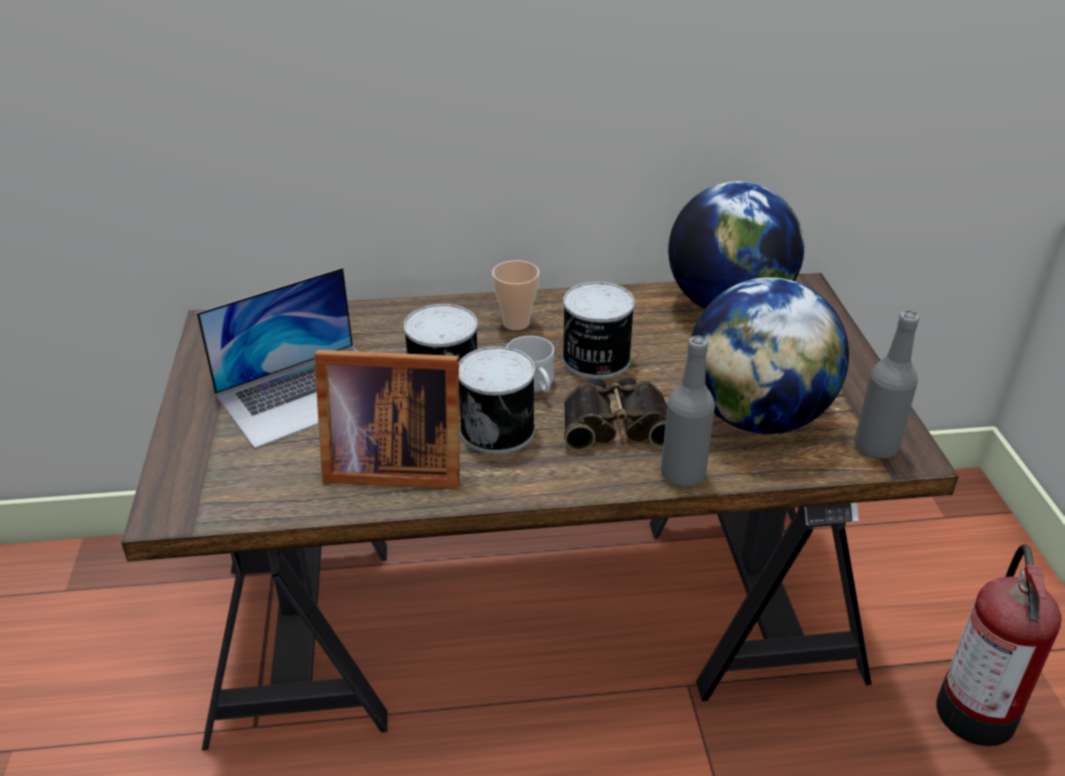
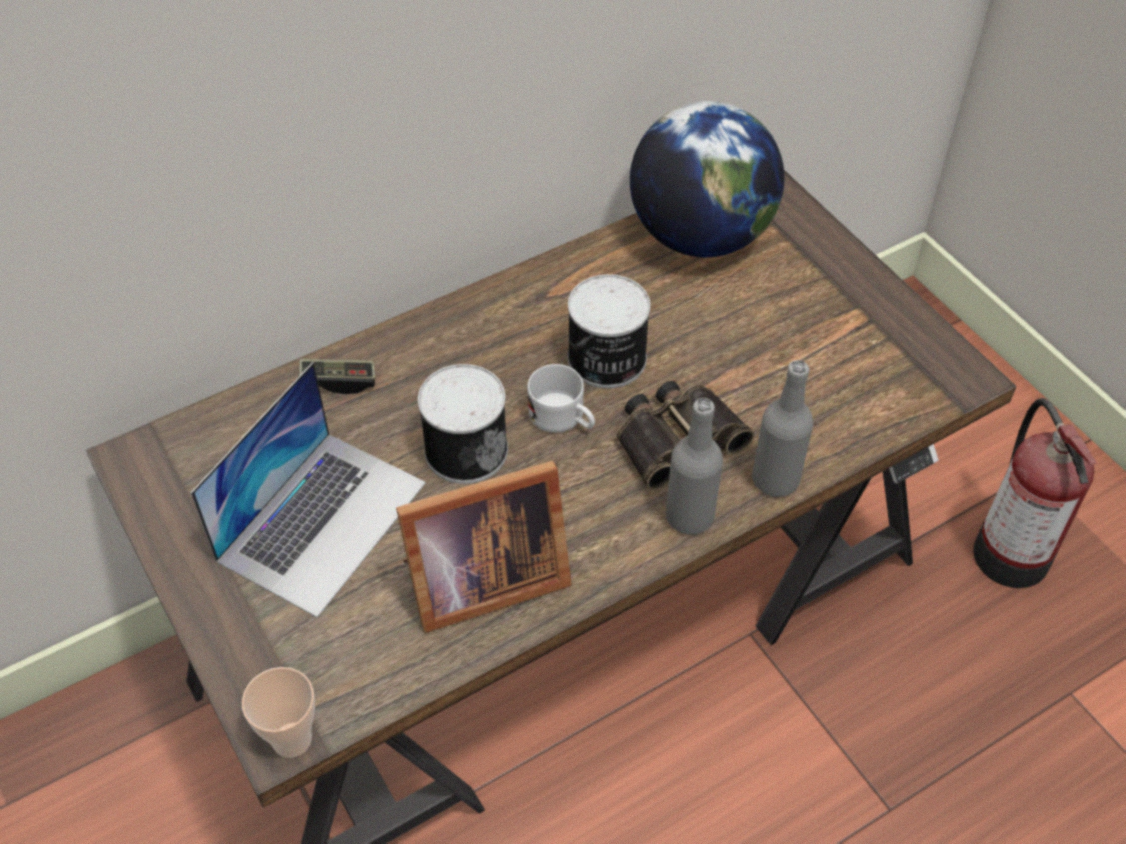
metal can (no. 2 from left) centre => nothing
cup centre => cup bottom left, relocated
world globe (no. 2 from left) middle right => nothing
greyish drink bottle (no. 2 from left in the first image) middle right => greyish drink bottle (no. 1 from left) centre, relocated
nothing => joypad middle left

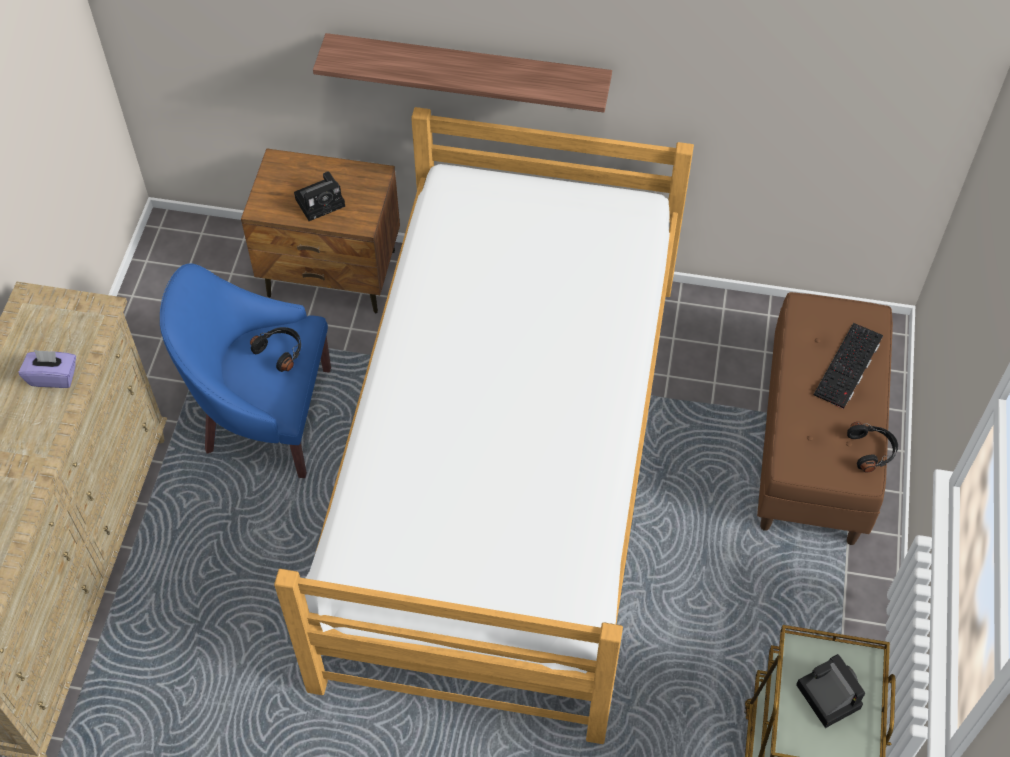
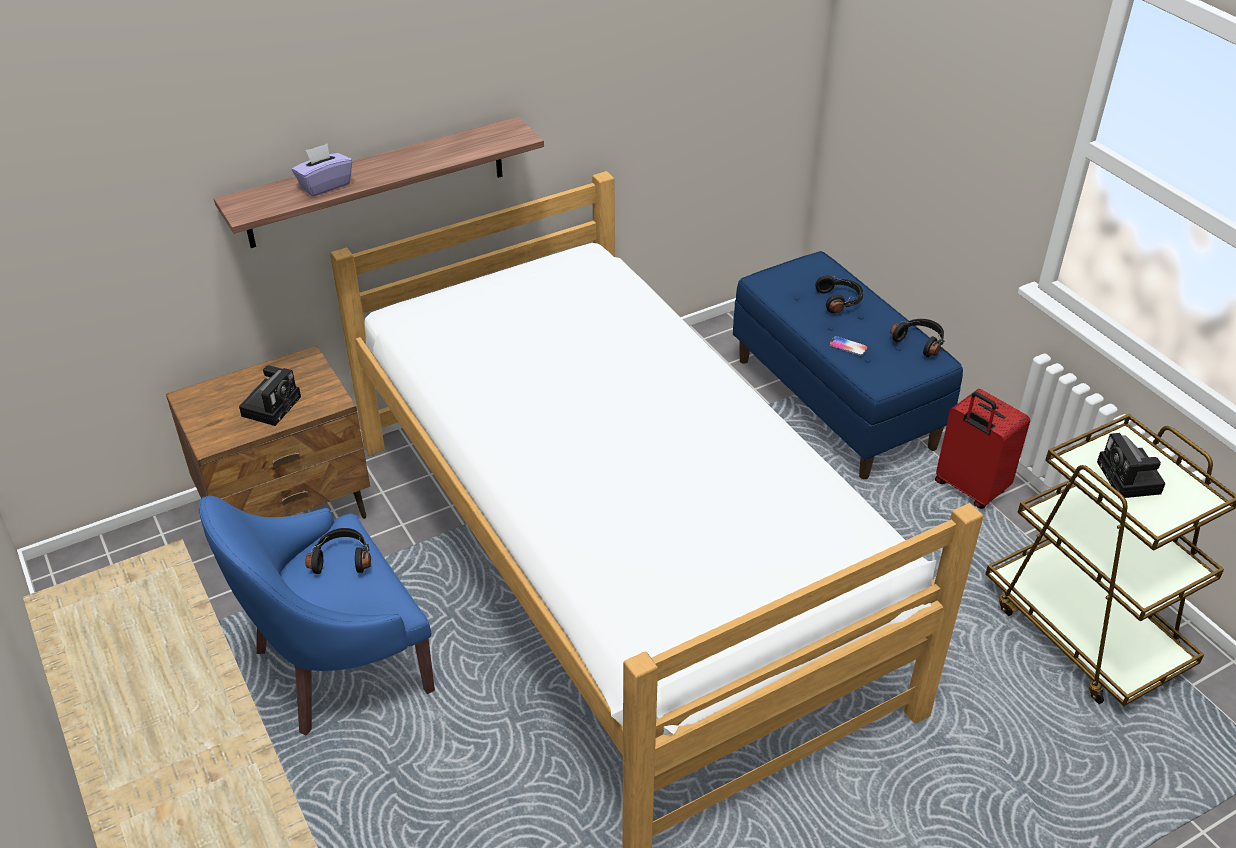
purplish tissue box middle left => purplish tissue box top left, relocated
brown-coloured bench middle right => bluish bench middle right
photo camera (no. 2 from left) bottom right => photo camera (no. 2 from left) middle right, 120 degrees counterclockwise
keyboard middle right => blackish pair of headphones (no. 2 from left) middle right
nothing => handset middle right
nothing => reddish suitcase middle right

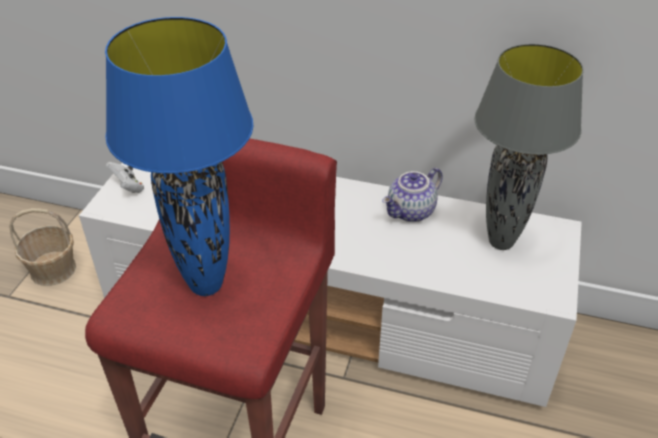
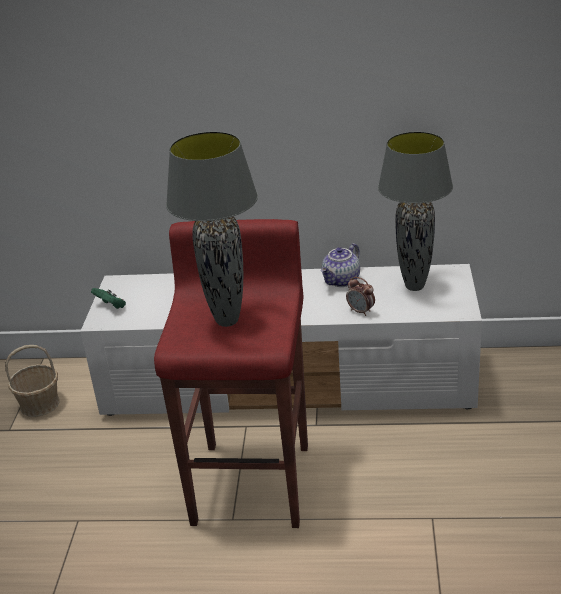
bluish table lamp middle left => greyish table lamp (no. 1 from left) centre
whitish joypad middle left => greenish joypad middle left
nothing => alarm clock centre

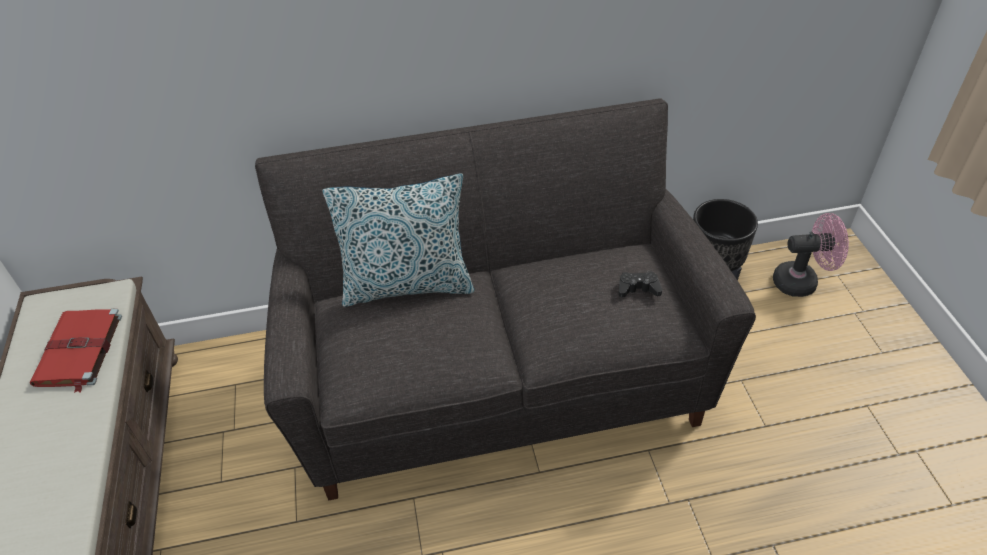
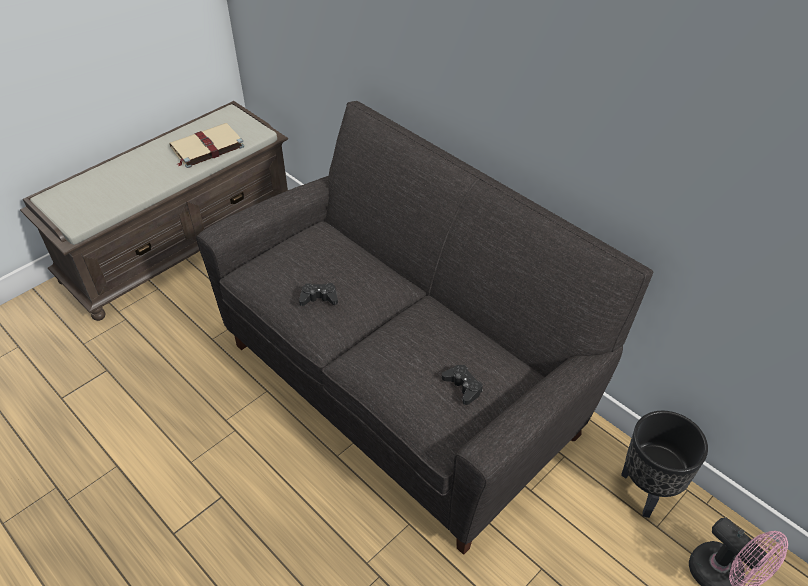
reddish bound book middle left => beige-coloured bound book top left
throw pillow centre => nothing
nothing => blackish joypad (no. 1 from left) centre

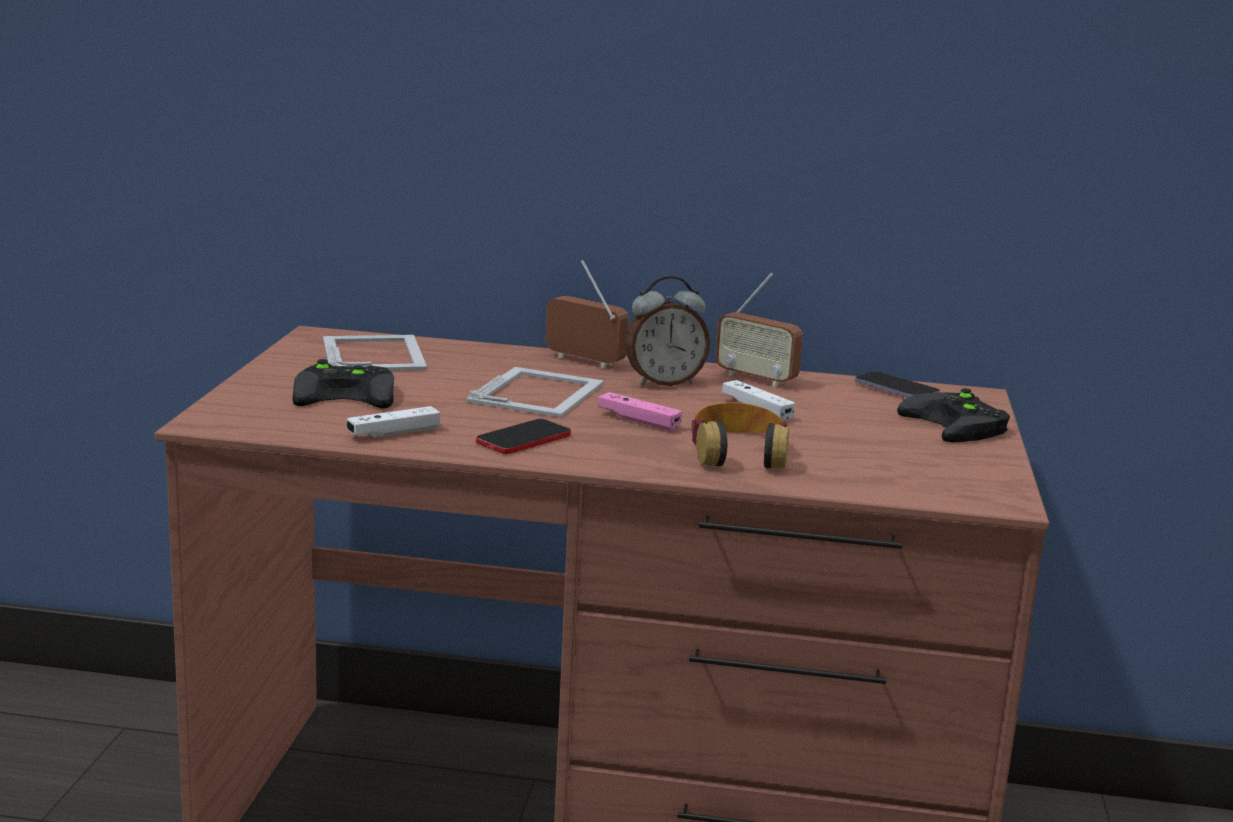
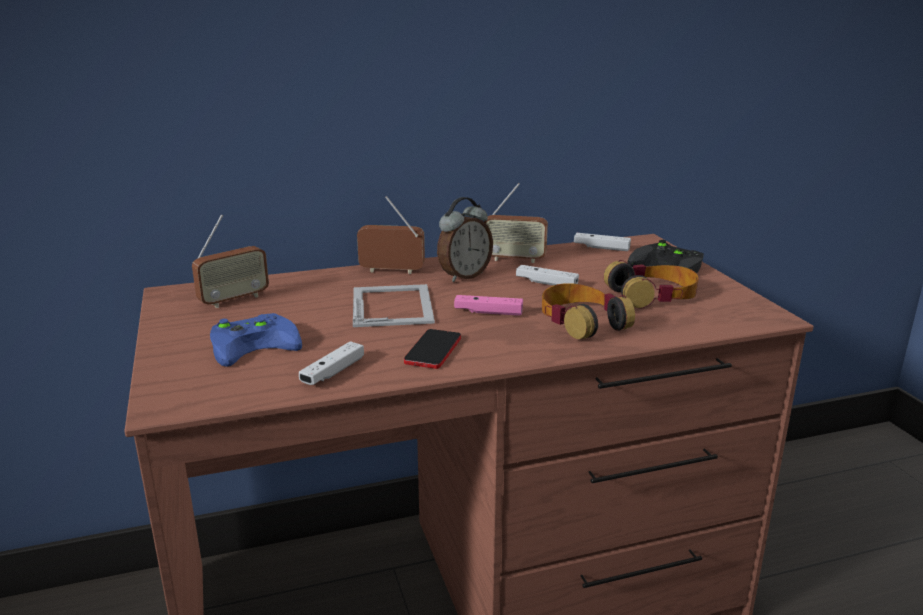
blackish joypad (no. 1 from left) middle left => bluish joypad middle left
standing frame (no. 1 from left) middle left => radio receiver (no. 1 from left) middle left
handset (no. 2 from left) middle right => whitish joypad (no. 3 from left) centre
nothing => pair of headphones (no. 2 from left) middle right

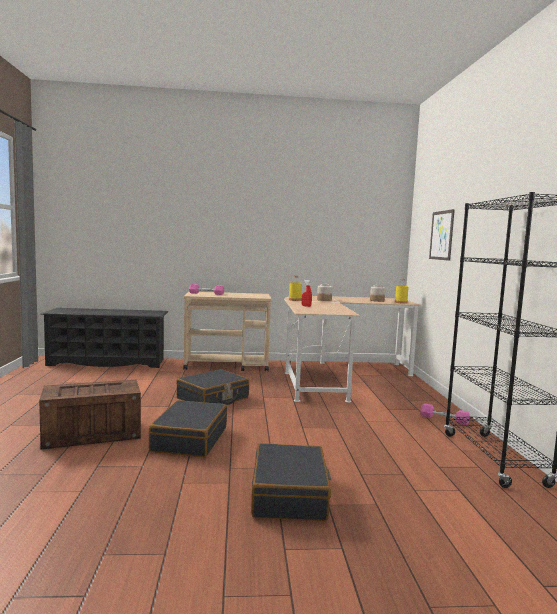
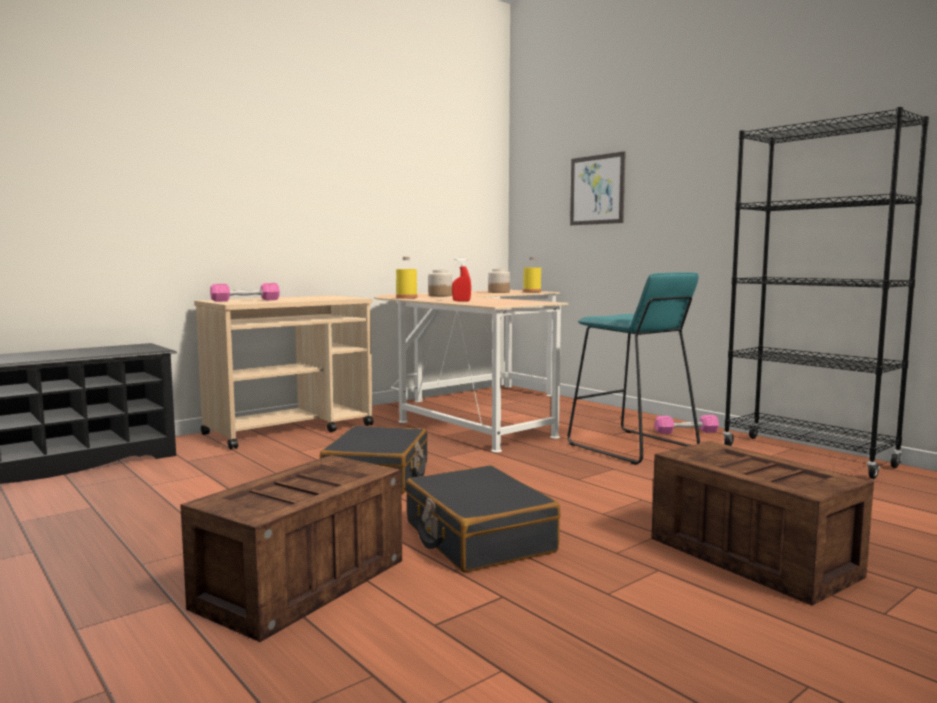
blackish suitcase (no. 3 from left) bottom centre => crate (no. 2 from left) bottom right
nothing => blue-green stool middle right

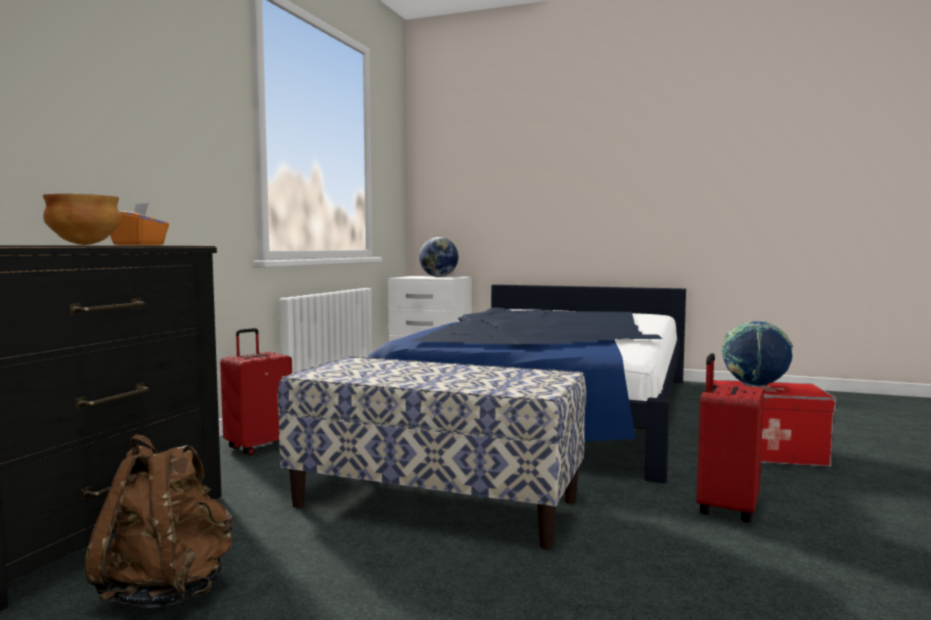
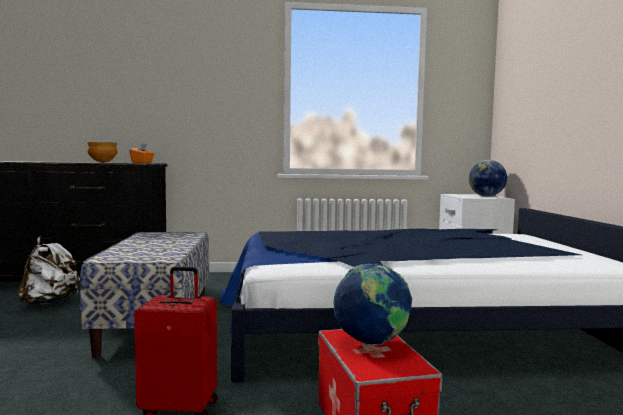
brown-coloured rucksack bottom left => whitish rucksack middle left
reddish suitcase (no. 1 from left) middle left => nothing

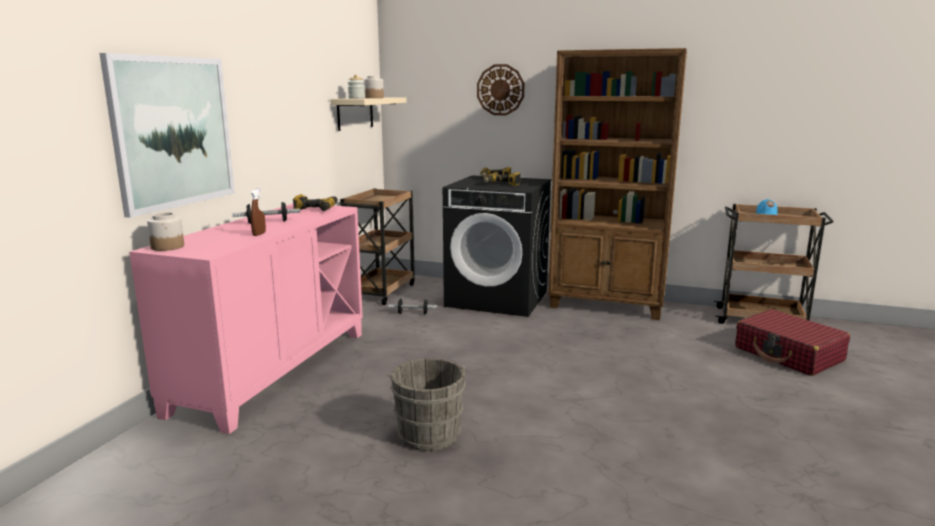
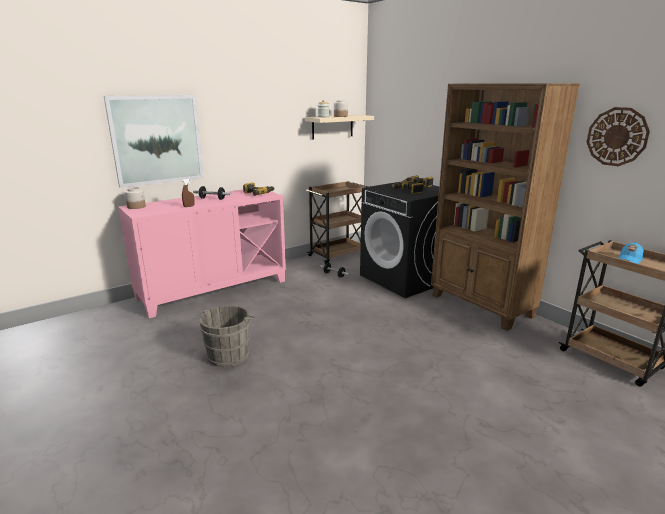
clock on the wall top centre => clock on the wall top right, relocated
reddish suitcase middle right => nothing

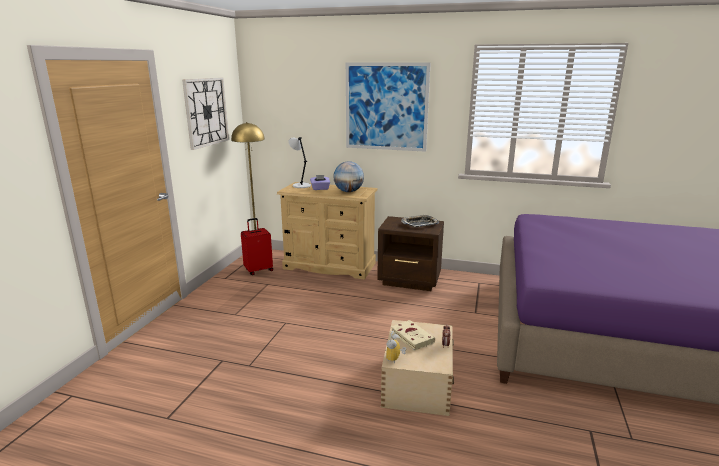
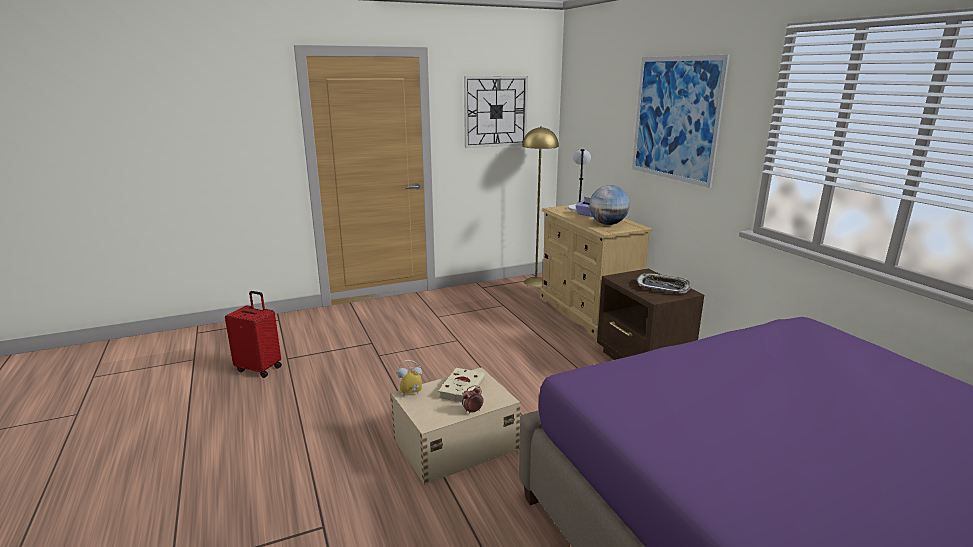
reddish suitcase centre => reddish suitcase middle left, relocated

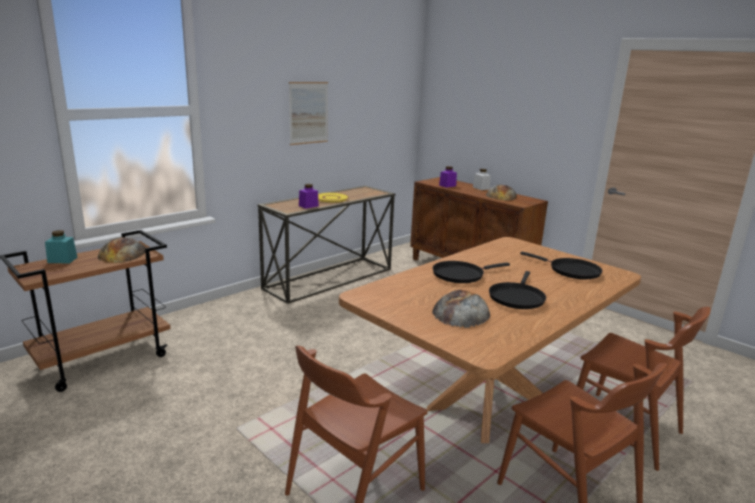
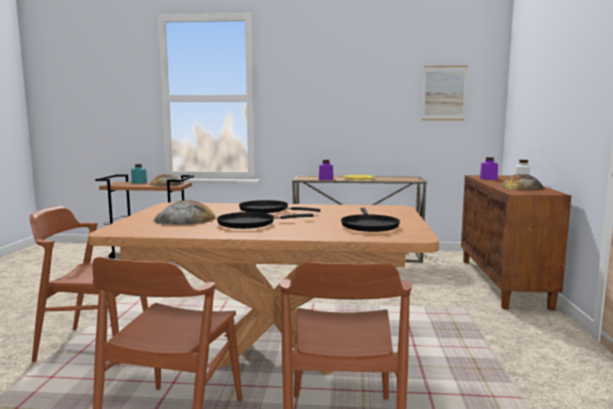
wall picture top centre => wall picture top right, relocated

